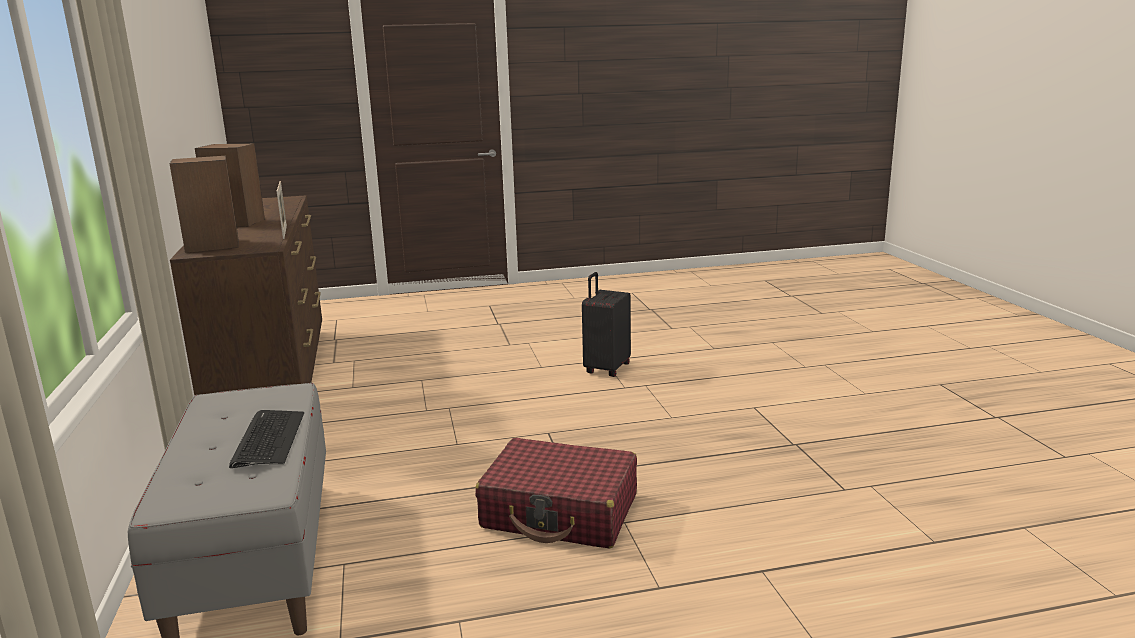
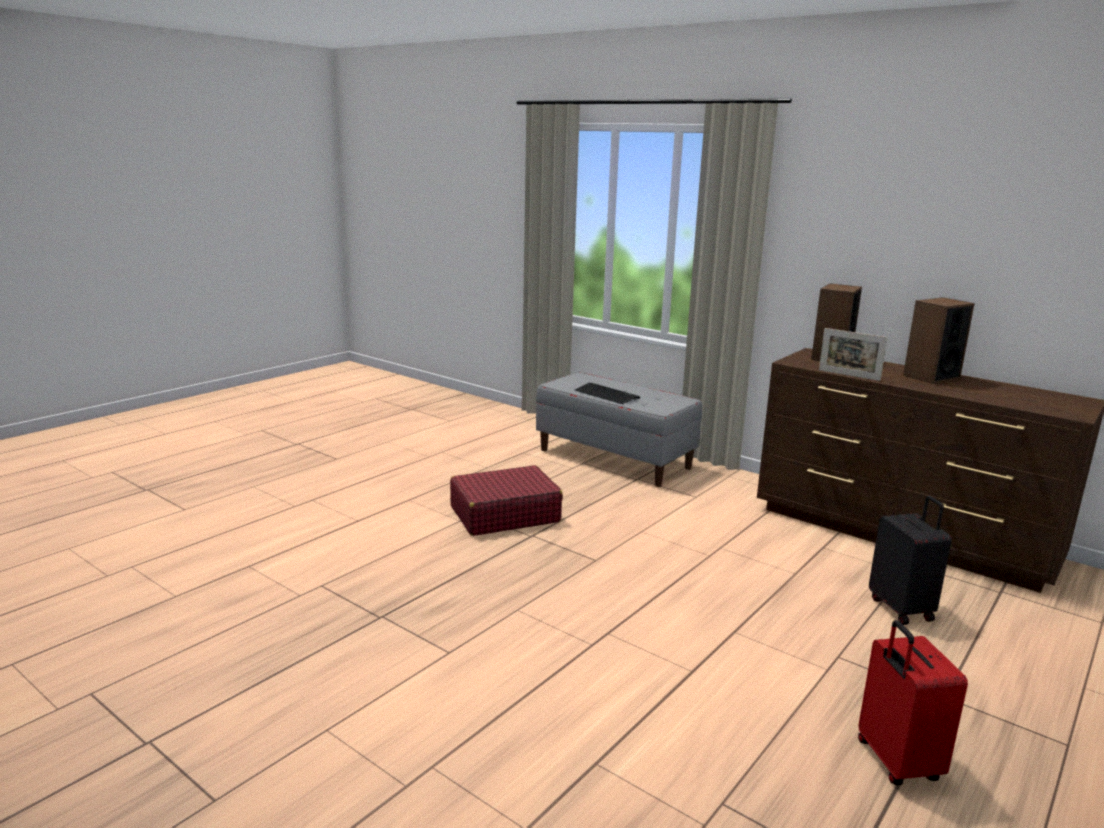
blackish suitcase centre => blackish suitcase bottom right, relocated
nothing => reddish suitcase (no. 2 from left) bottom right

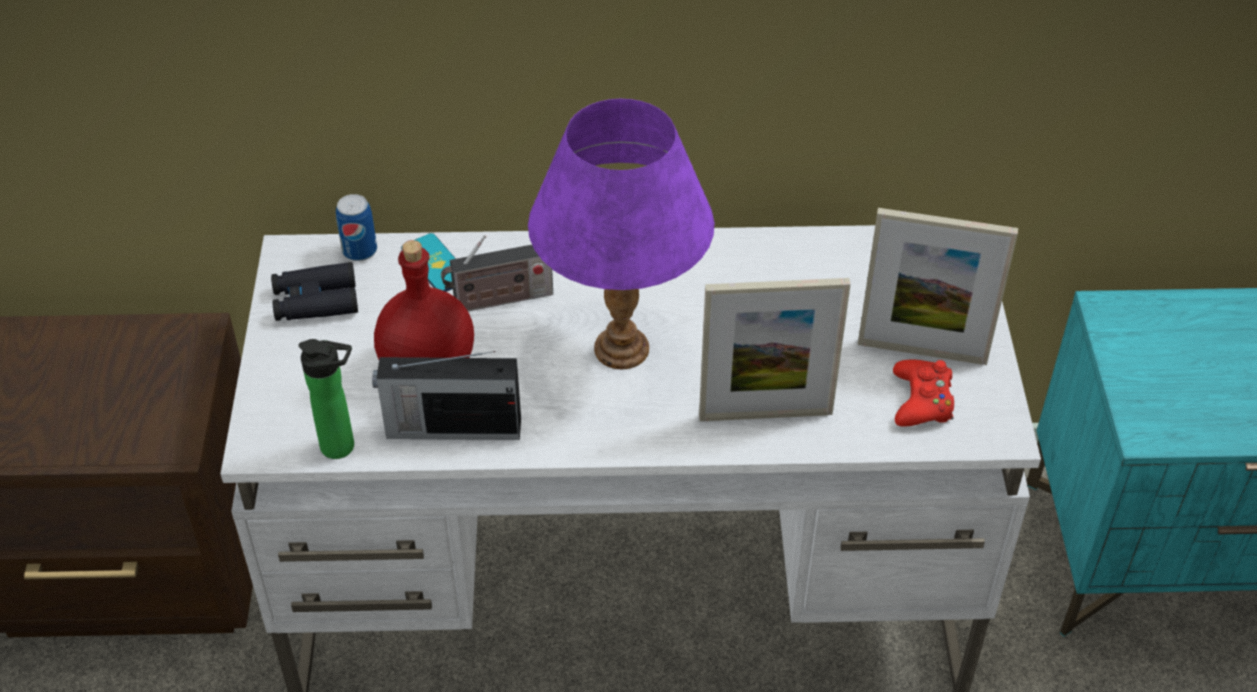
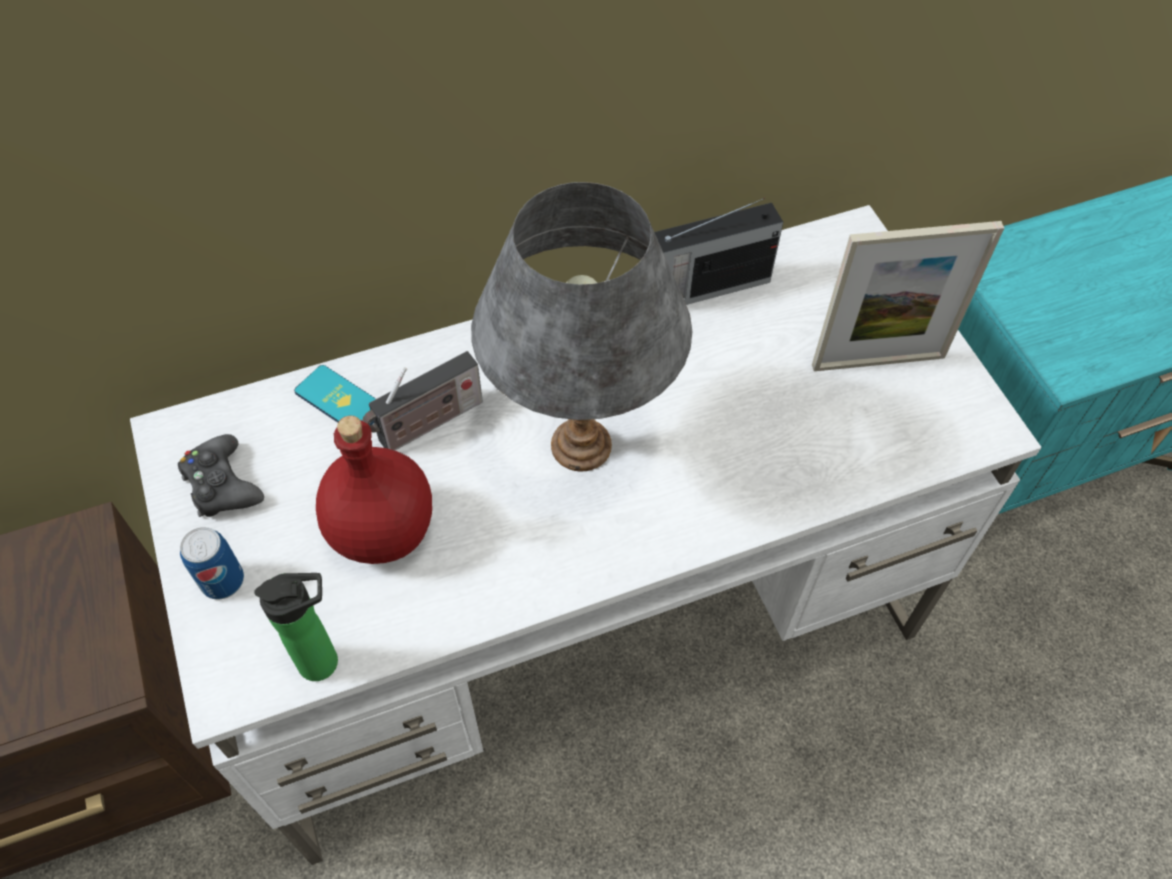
blackish pair of binoculars middle left => blackish joypad middle left
metal can top left => metal can middle left, relocated
radio receiver (no. 1 from left in the first image) centre => radio receiver (no. 2 from left) top centre, relocated
purplish table lamp centre => greyish table lamp centre
standing frame (no. 1 from left) centre => nothing
reddish joypad middle right => nothing

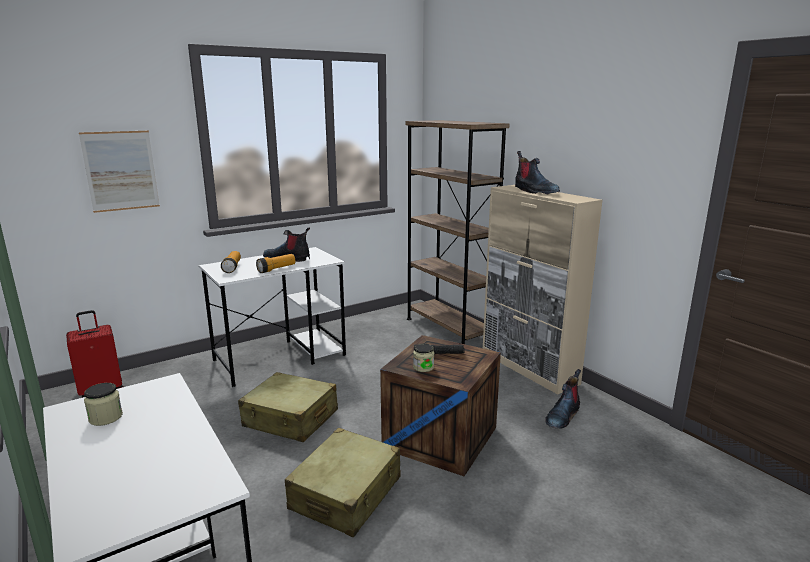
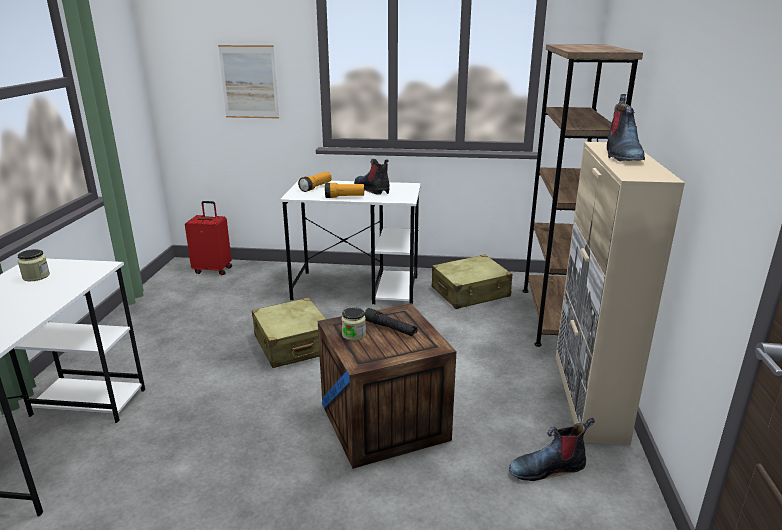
beige-coloured suitcase (no. 2 from left) bottom centre => beige-coloured suitcase (no. 2 from left) centre, relocated

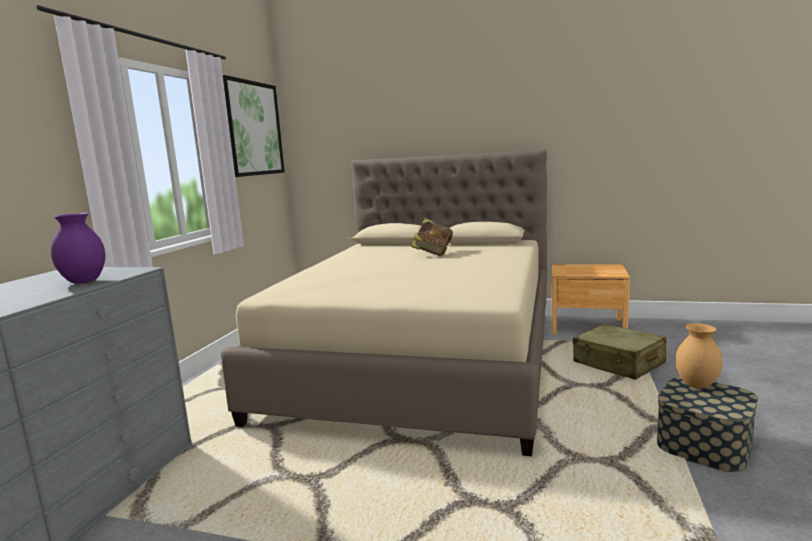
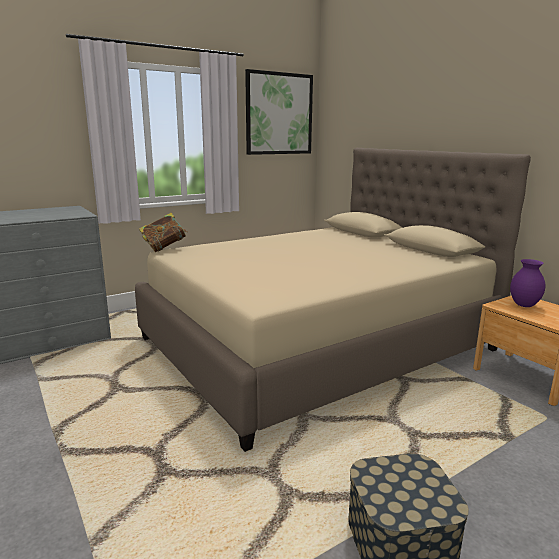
purplish decorative vase middle left => purplish decorative vase middle right, relocated
bound book centre => bound book middle left, relocated
beige-coloured suitcase middle right => nothing
brown-coloured decorative vase middle right => nothing

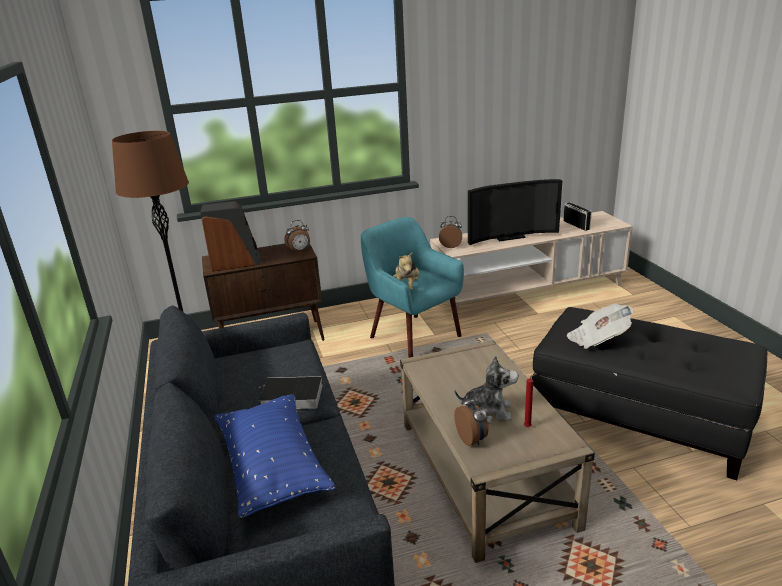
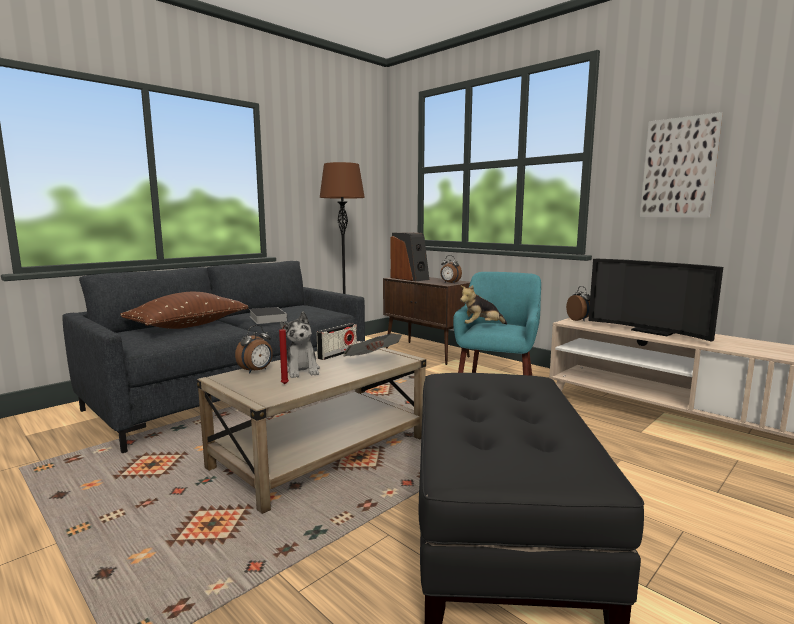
bluish throw pillow bottom centre => brown-coloured throw pillow middle left
radio receiver middle right => radio receiver centre, relocated
daily paper middle right => daily paper centre, relocated
nothing => wall picture top right

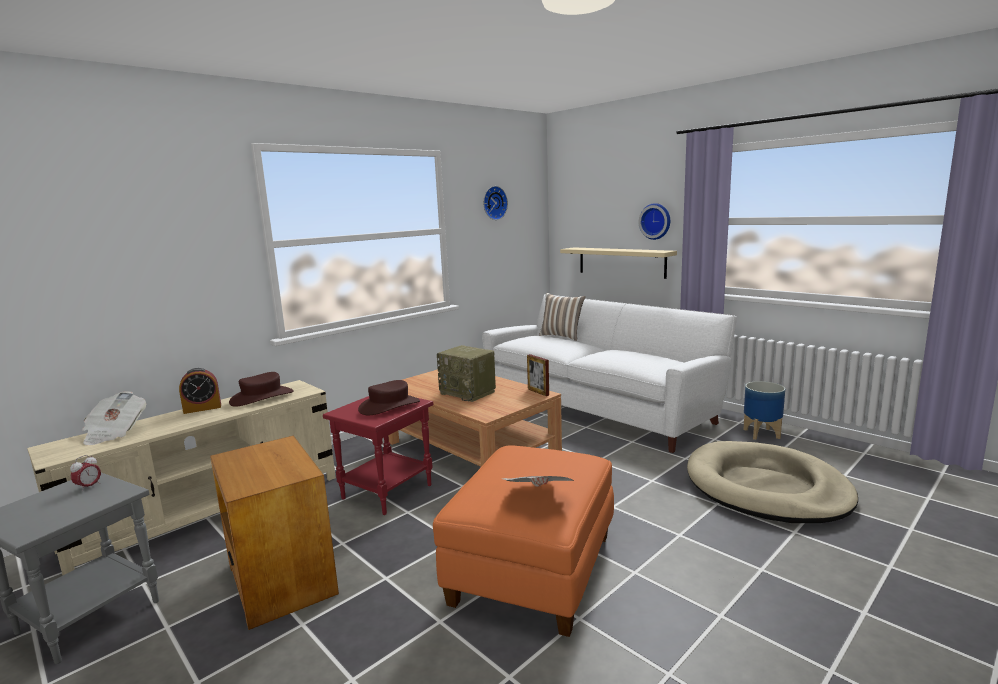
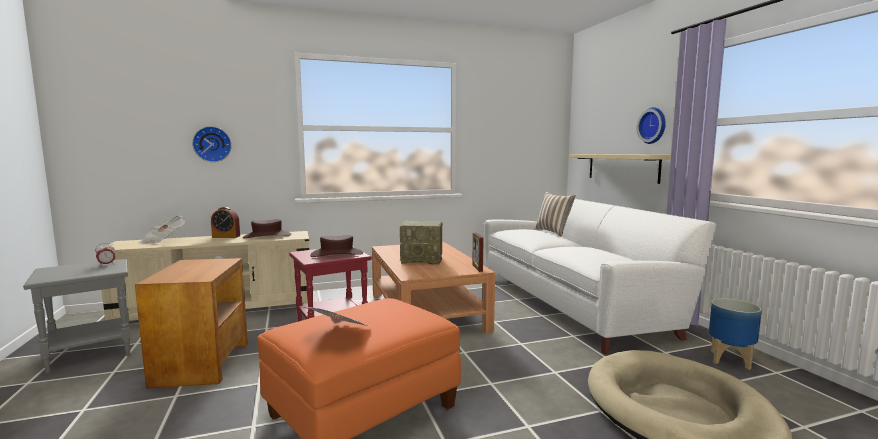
radio receiver centre, 60 degrees counterclockwise
clock on the wall (no. 1 from left) top centre => clock on the wall (no. 1 from left) top left, relocated

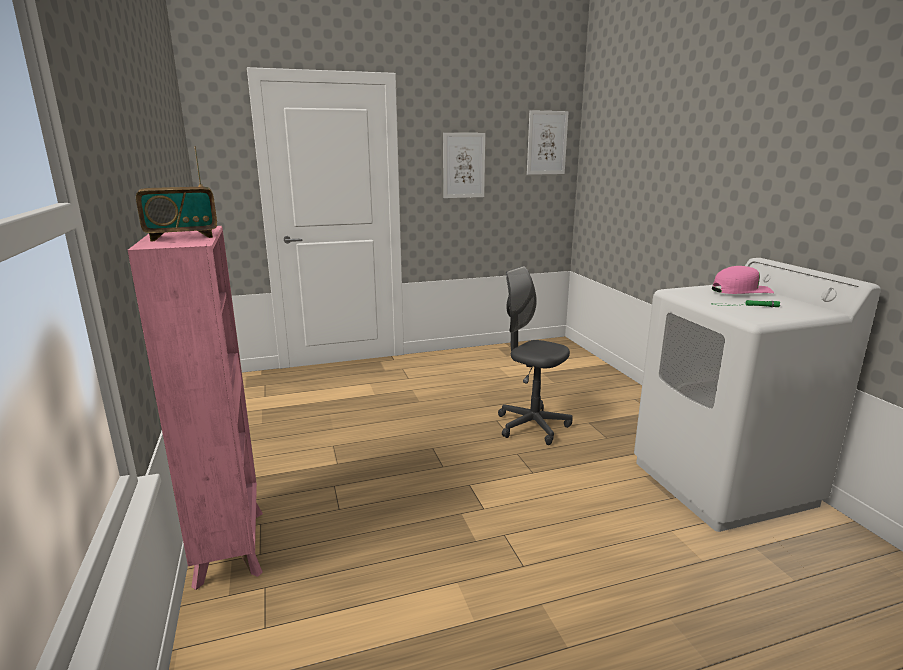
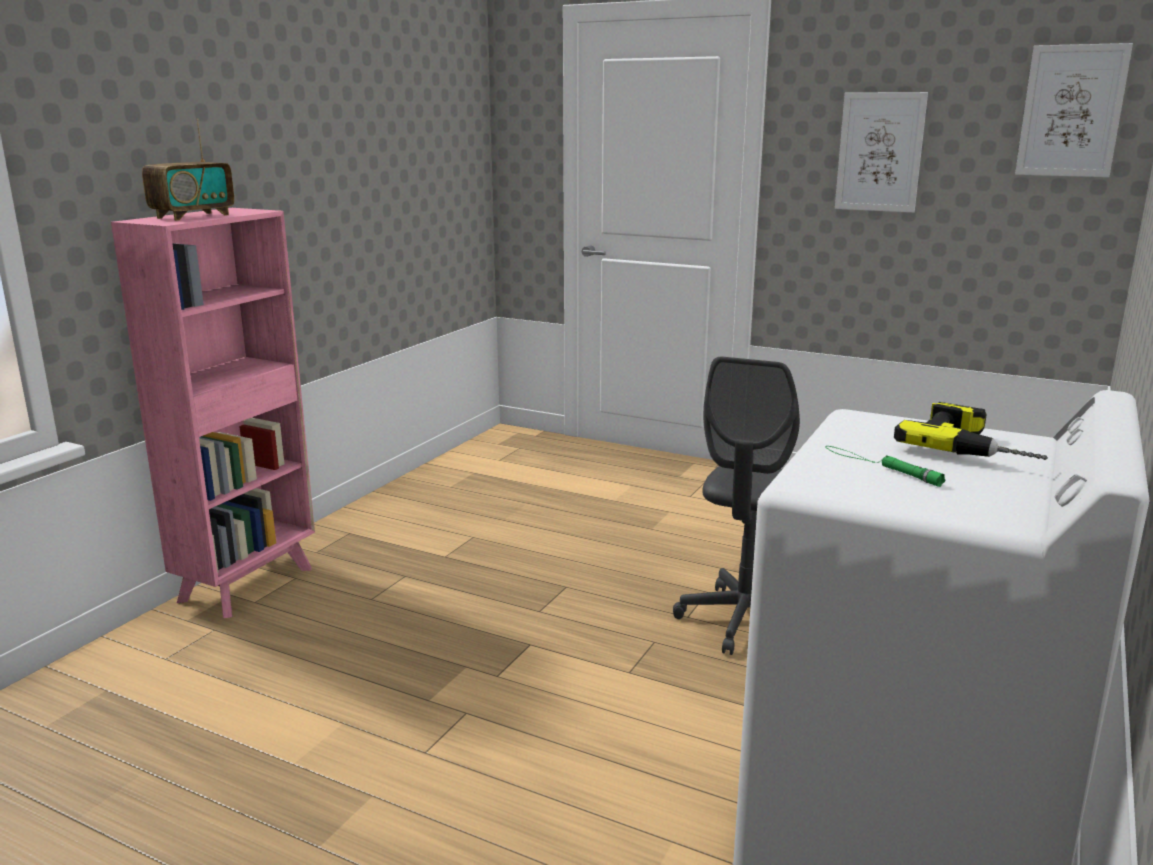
radio receiver top left, 75 degrees counterclockwise
greyish office chair centre, 150 degrees counterclockwise
pinkish cap middle right => power drill middle right

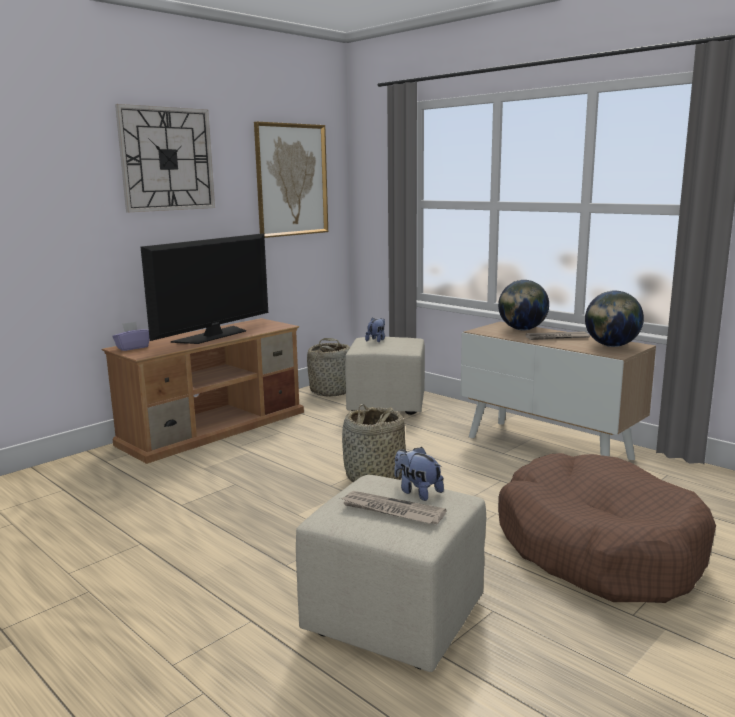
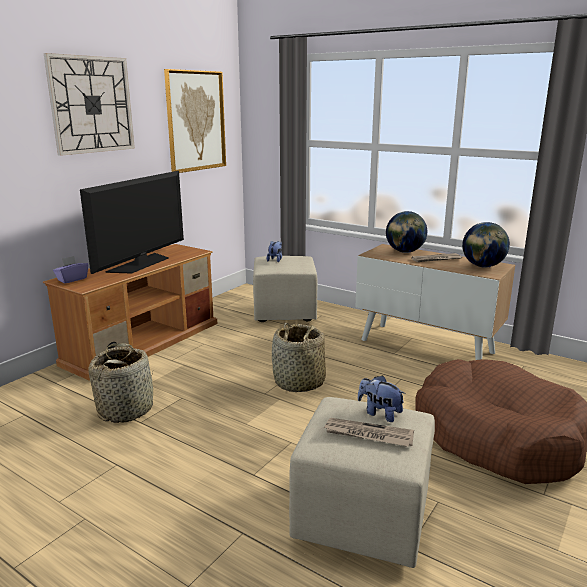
storage basket (no. 1 from left) centre => storage basket (no. 1 from left) middle left, relocated

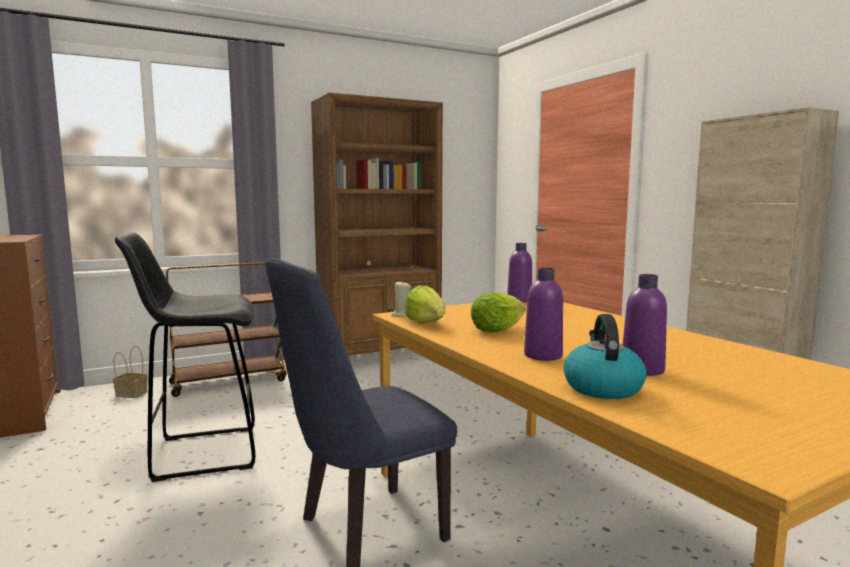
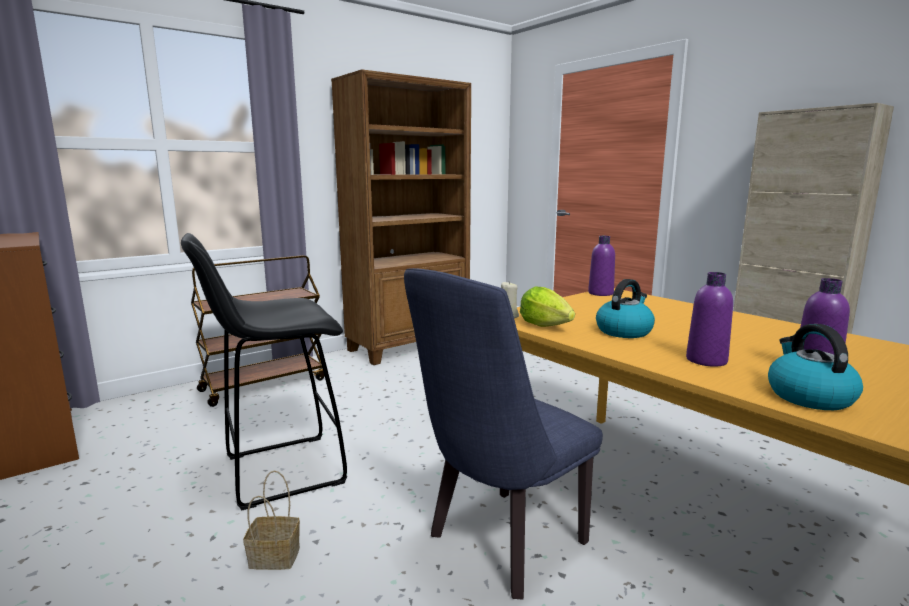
storage basket middle left => storage basket bottom left, relocated
head of lettuce (no. 2 from left) centre => kettle (no. 1 from left) middle right

